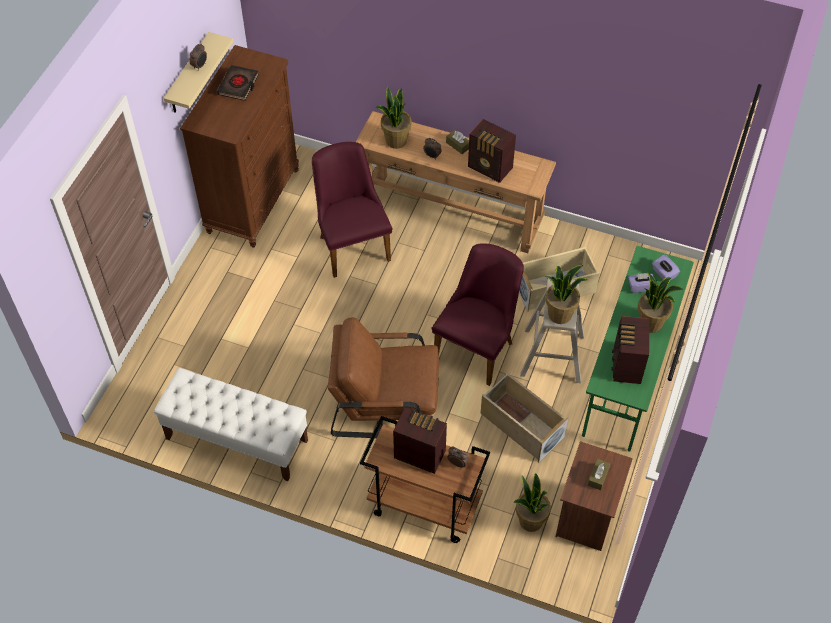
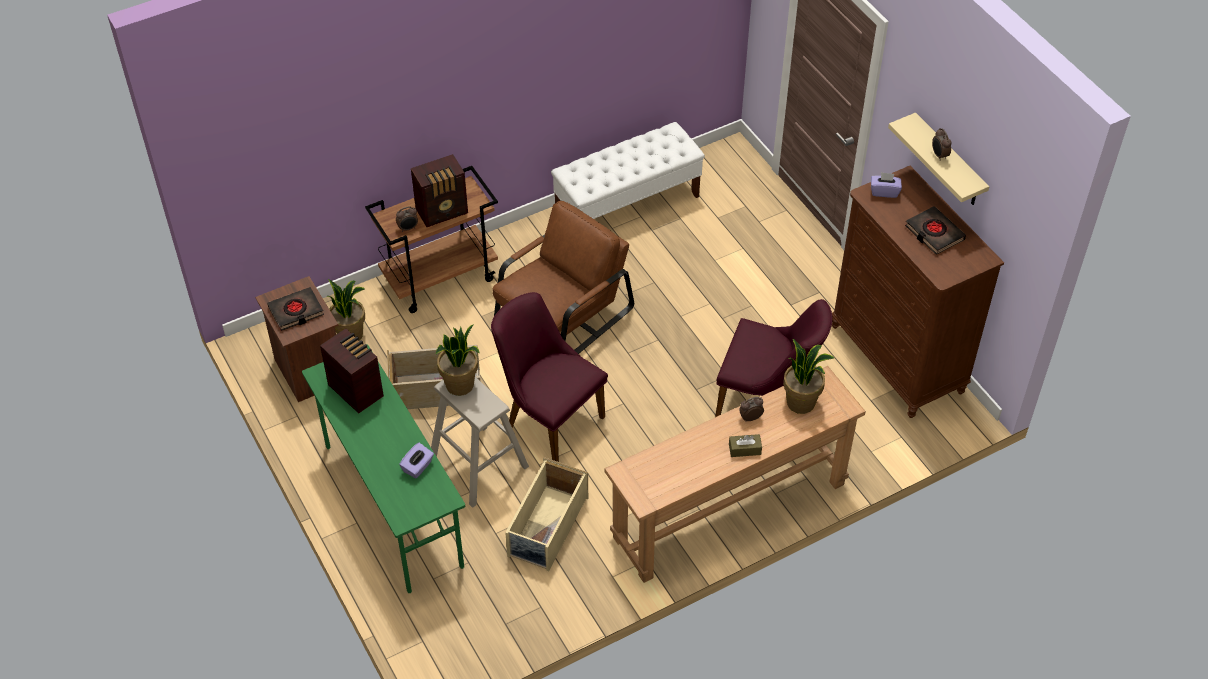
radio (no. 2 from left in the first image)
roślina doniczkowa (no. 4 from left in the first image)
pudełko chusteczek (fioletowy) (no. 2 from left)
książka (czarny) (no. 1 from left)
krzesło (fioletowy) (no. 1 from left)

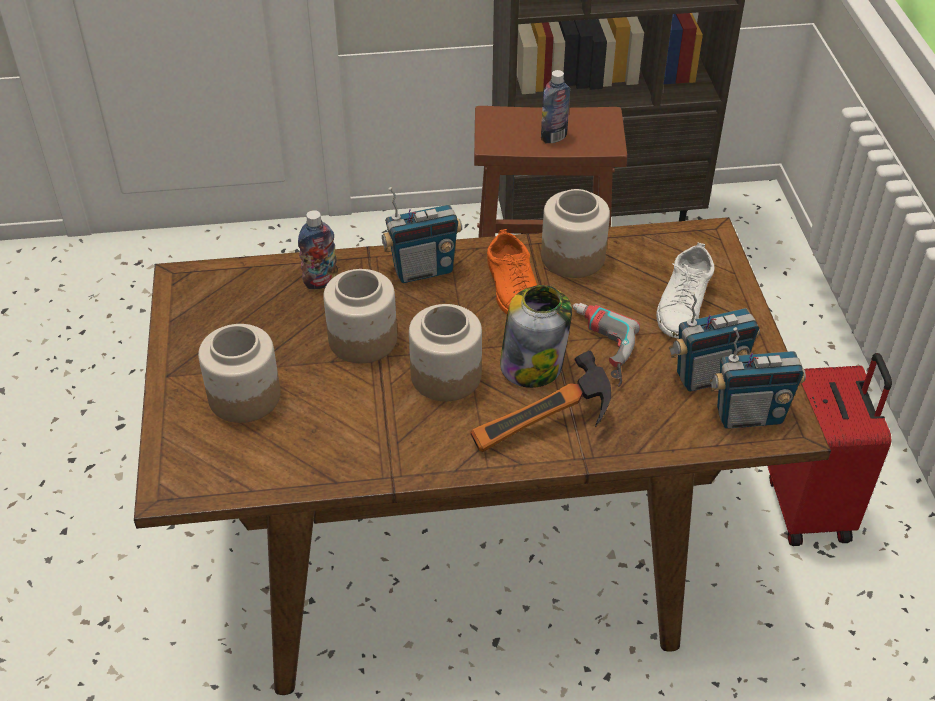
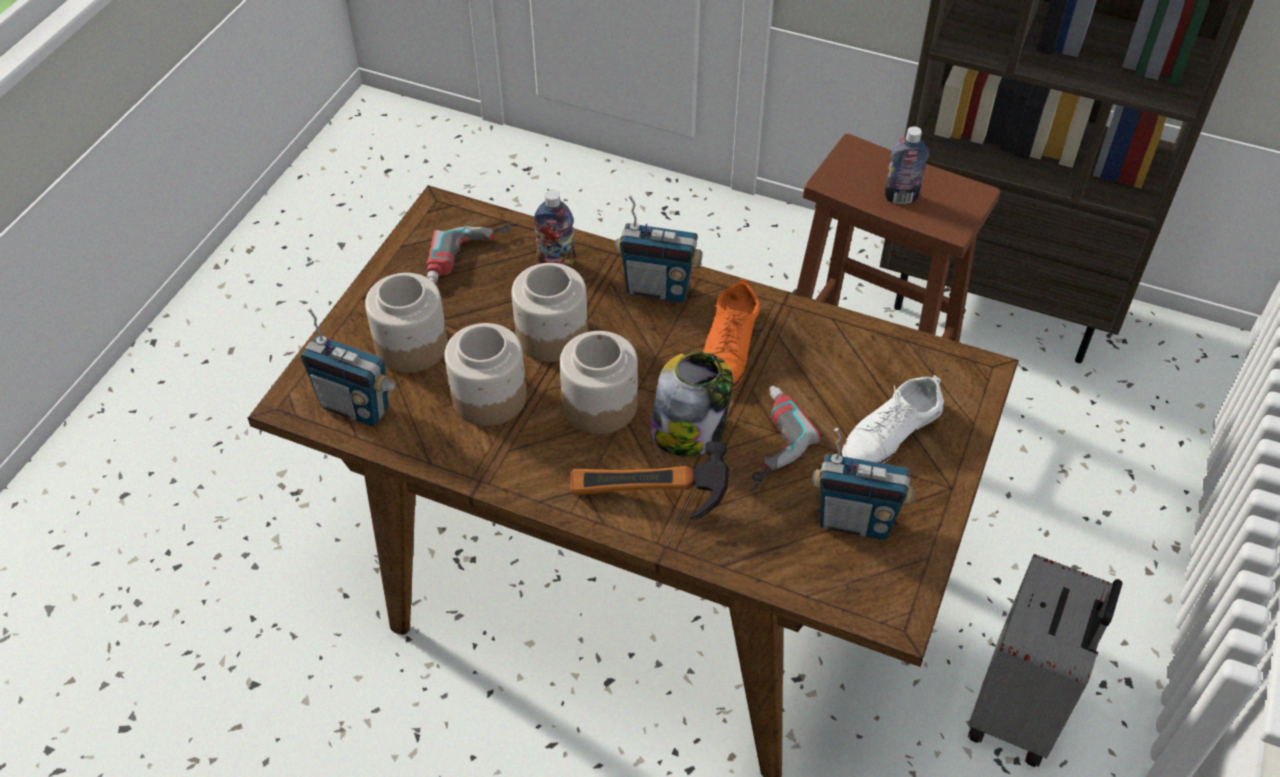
wiertarka (no. 1 from left)
słoik (no. 2 from left)
radio (no. 1 from left)
walizka (szary)

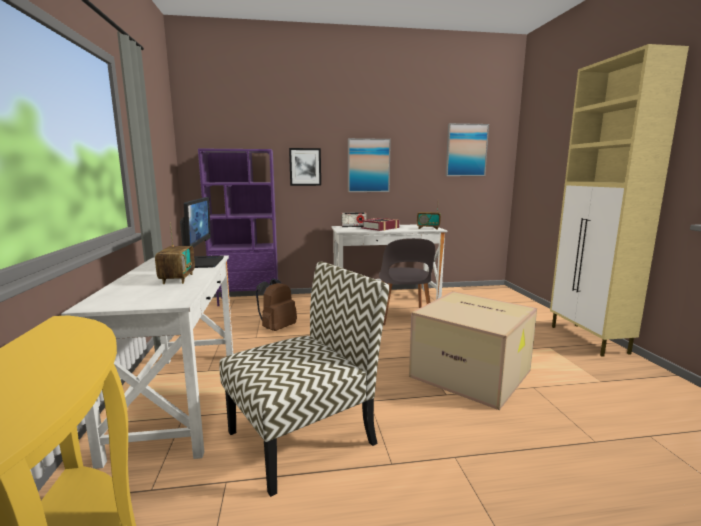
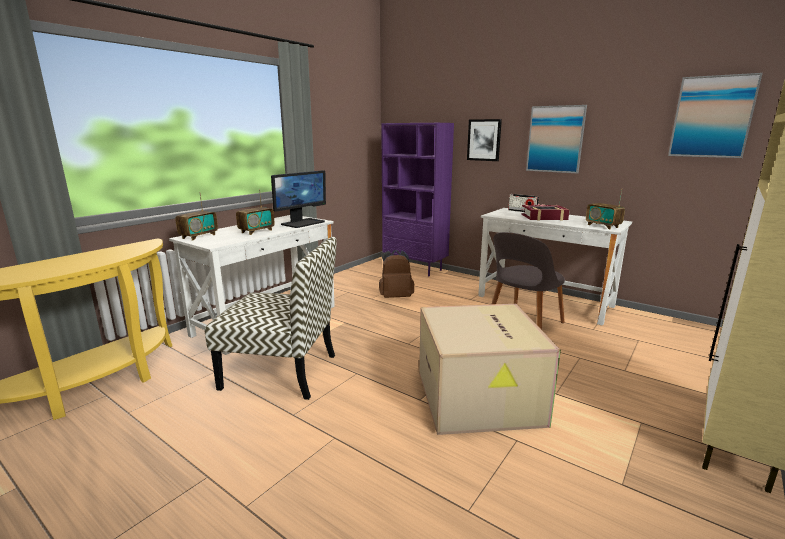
radio (no. 1 from left)

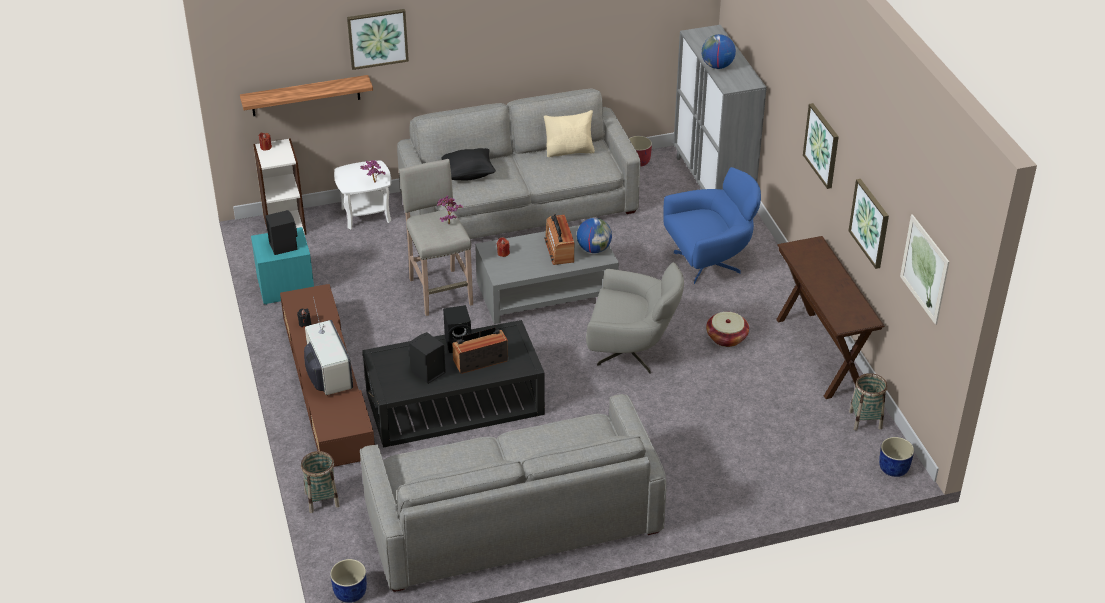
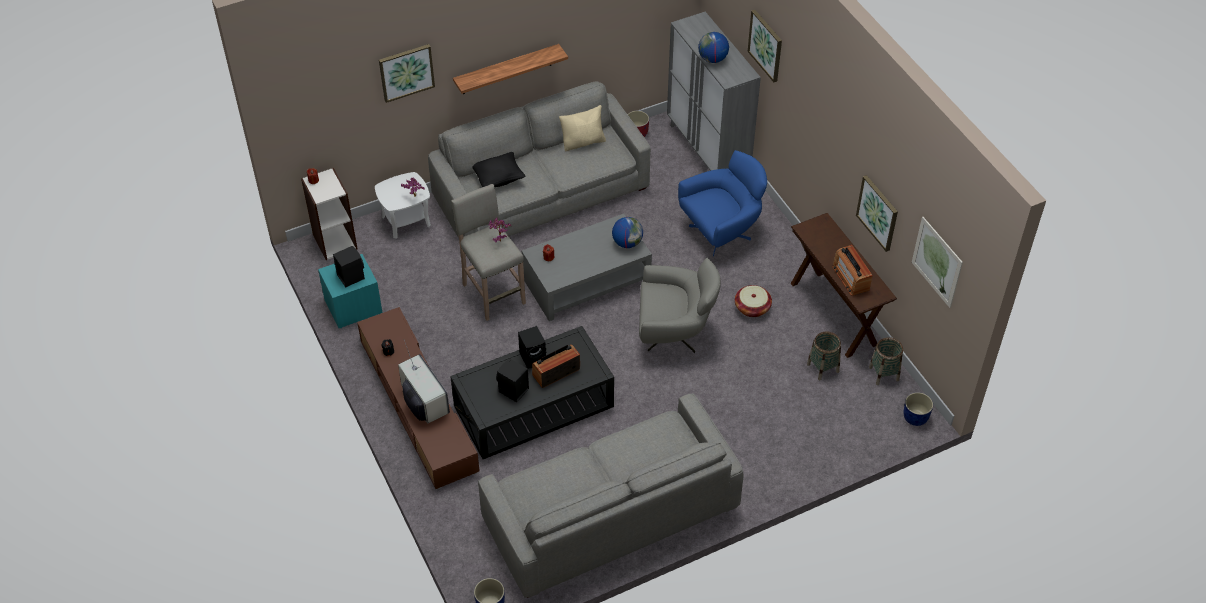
półka
koszyk (no. 2 from left)
radio (no. 2 from left)
obraz (no. 2 from left)

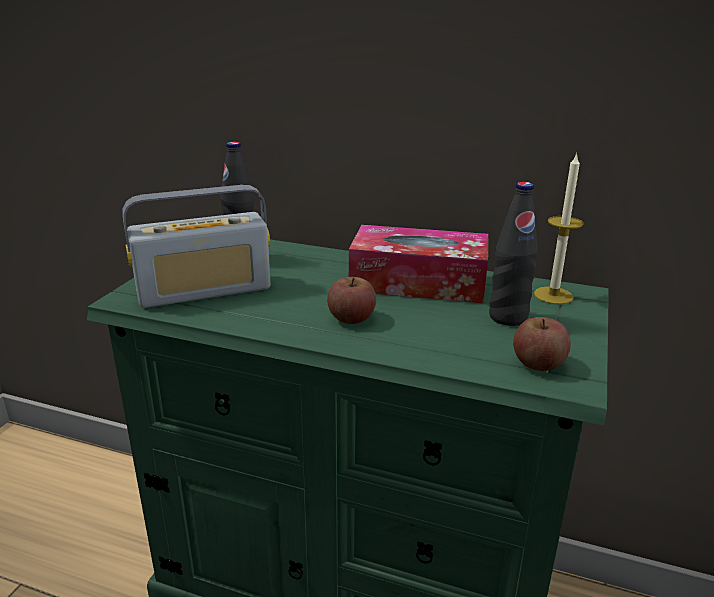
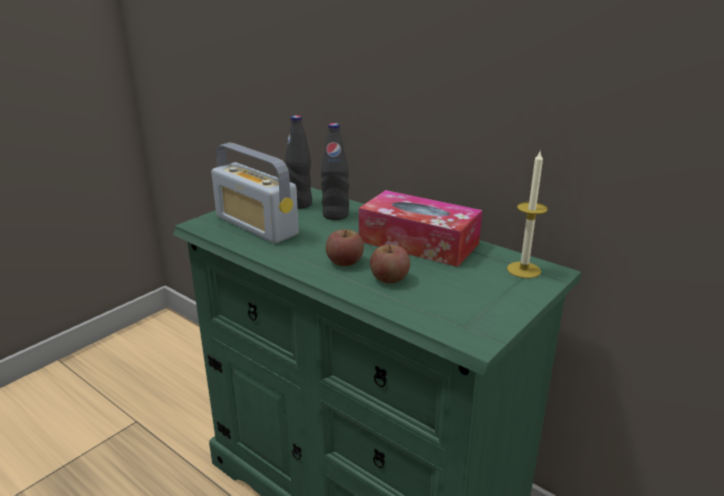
butelka (czarny) (no. 2 from left)
jabłko (no. 2 from left)
radio

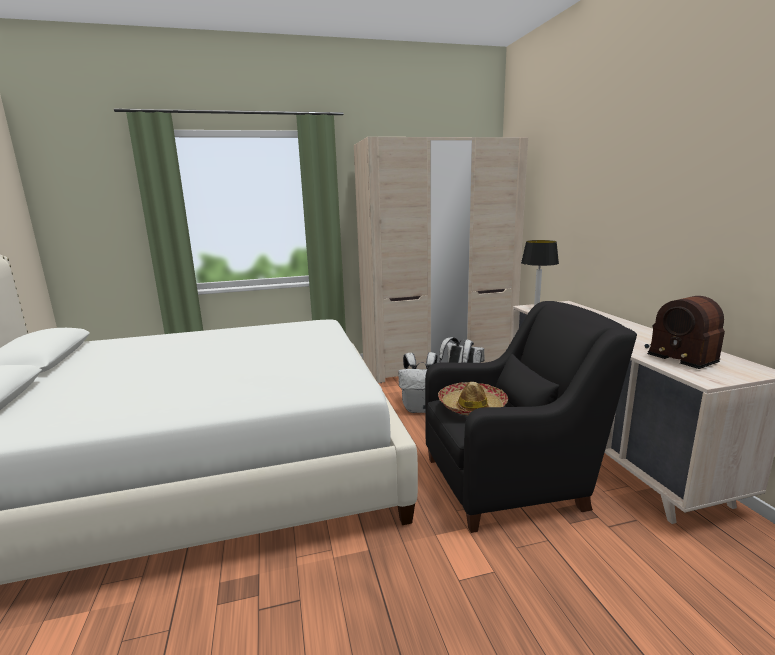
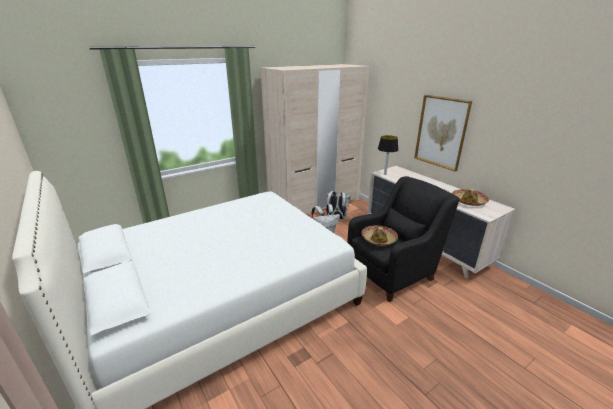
obraz
kapelusz (no. 2 from left)

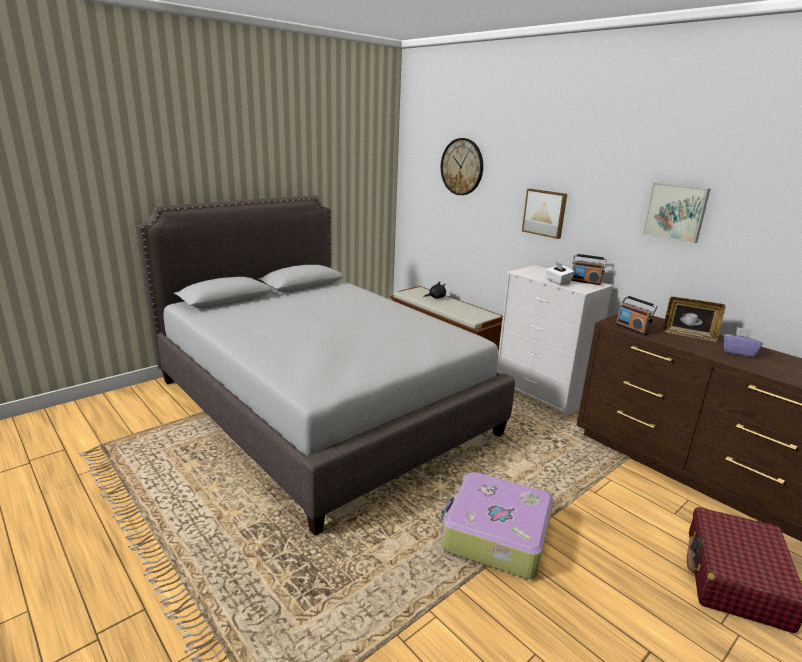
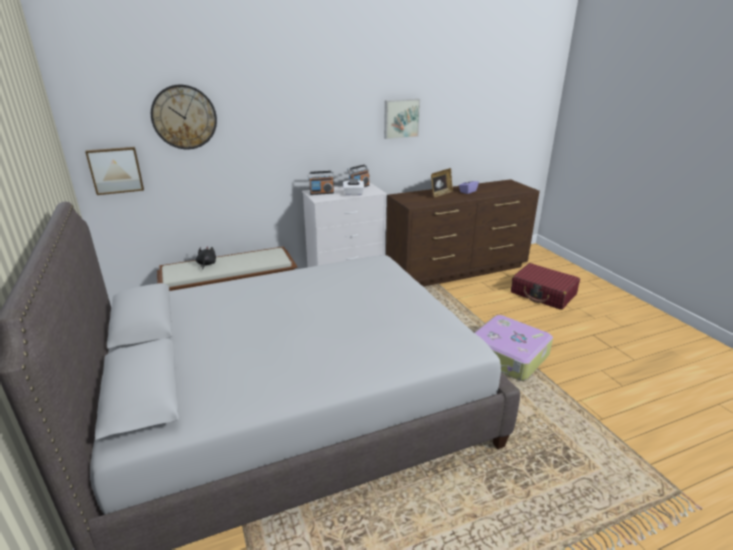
obraz (no. 1 from left)
radio (no. 1 from left)

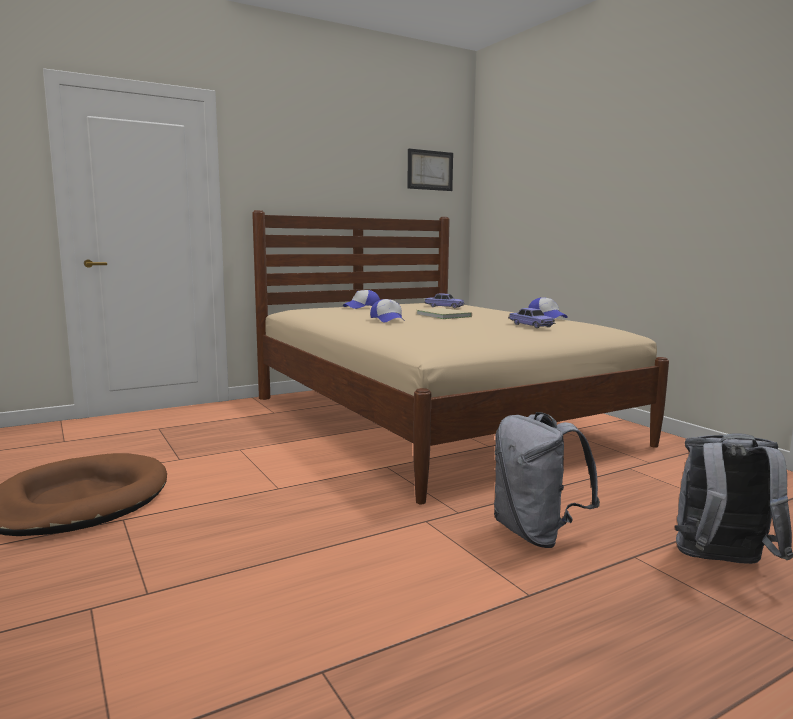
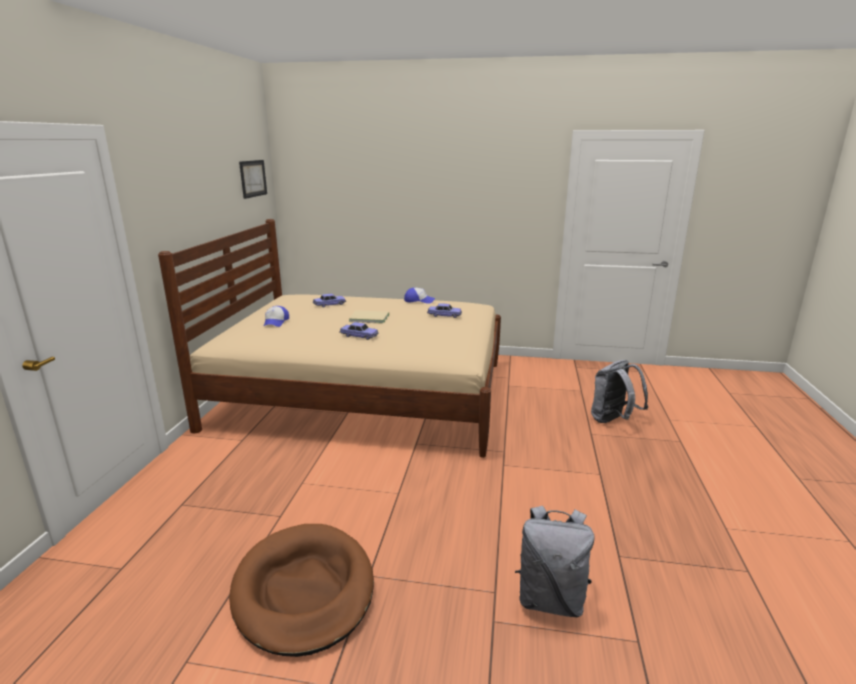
plecak (szary) (no. 1 from left)
samochodzik (no. 2 from left)

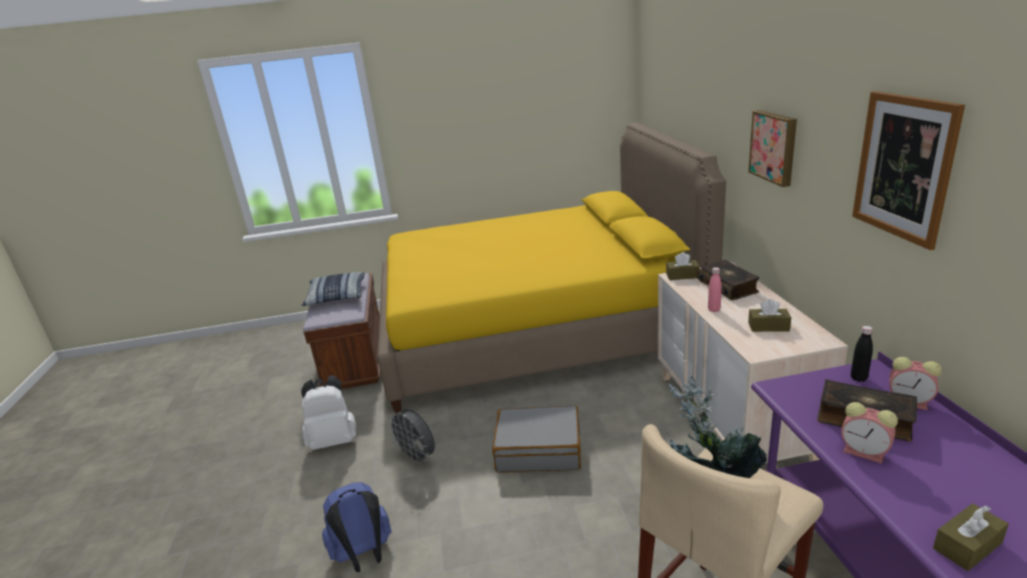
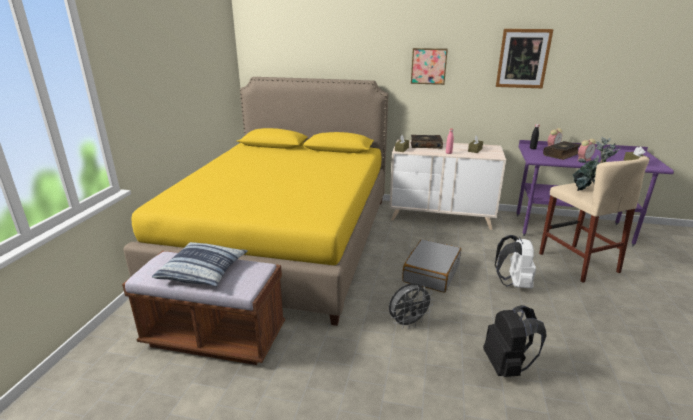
plecak (biały)
plecak (czarny)

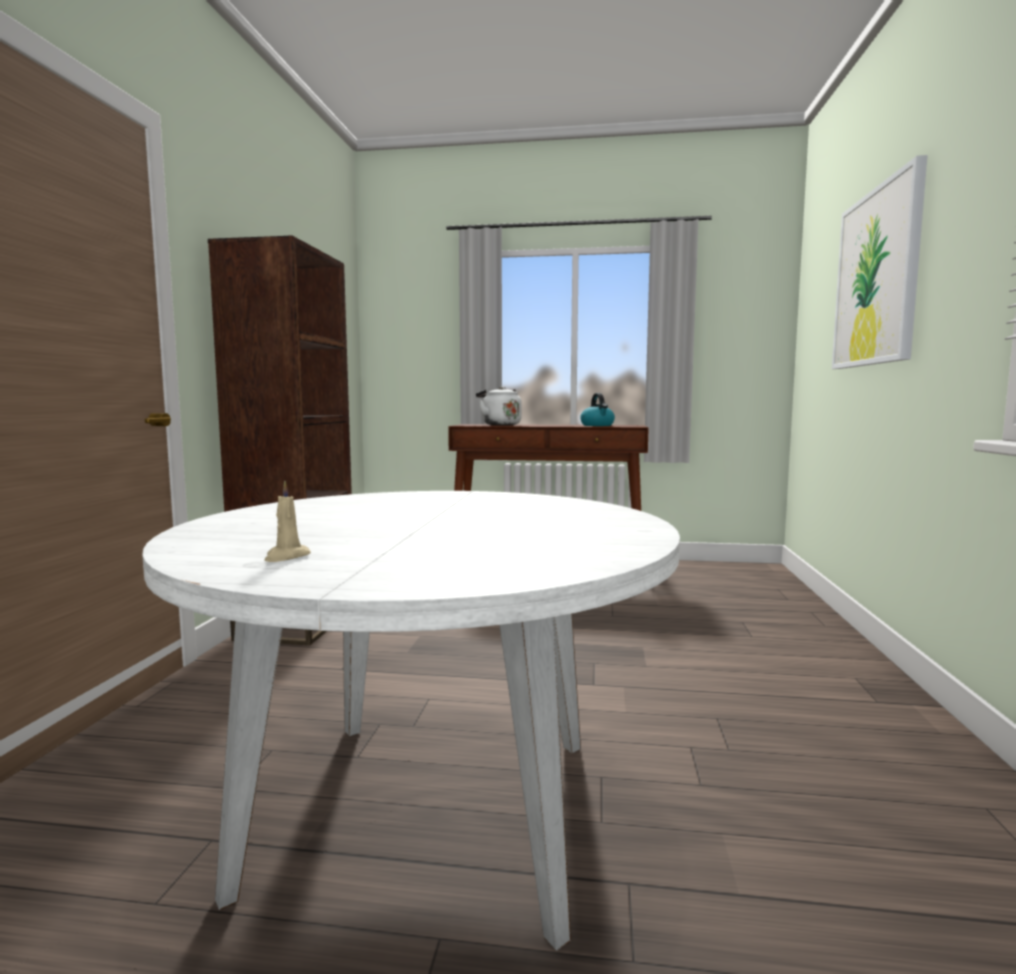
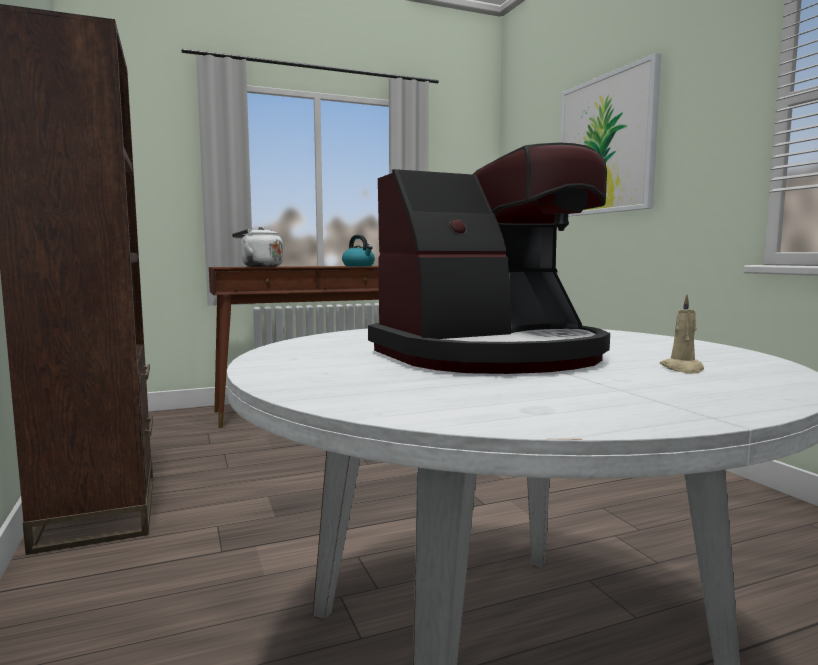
ekspres do kawy
świeca (beżowy)

